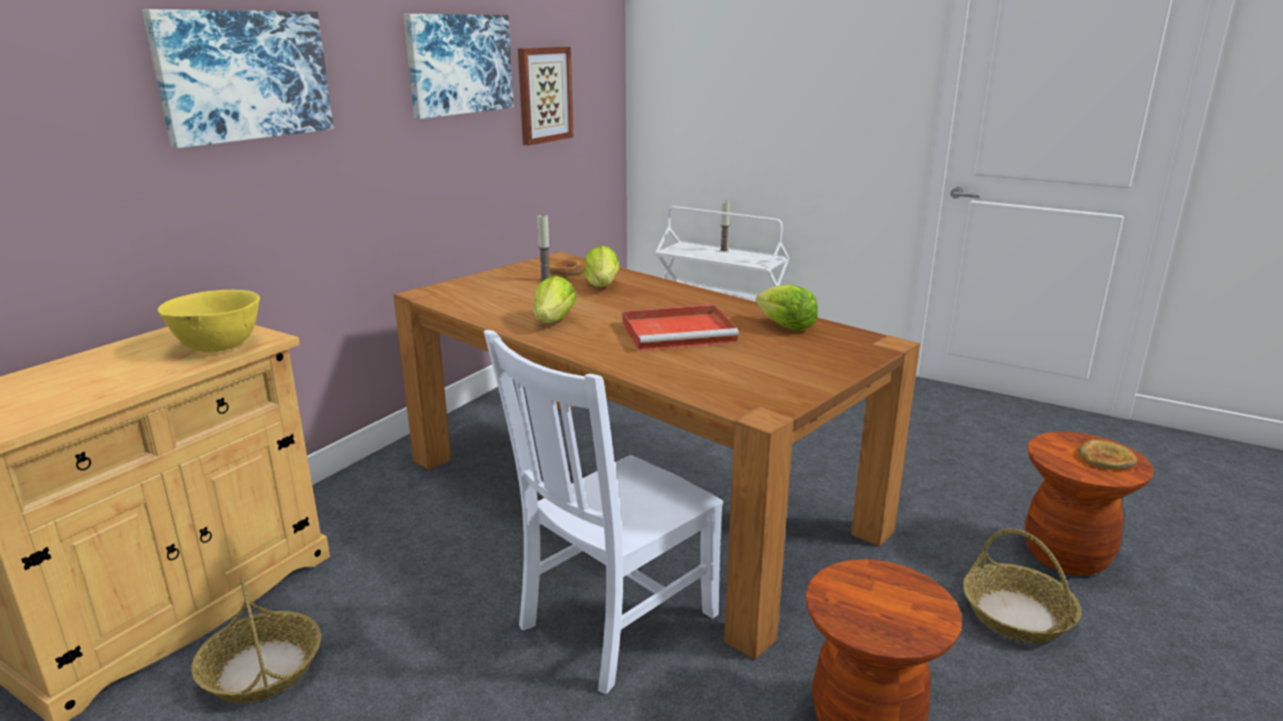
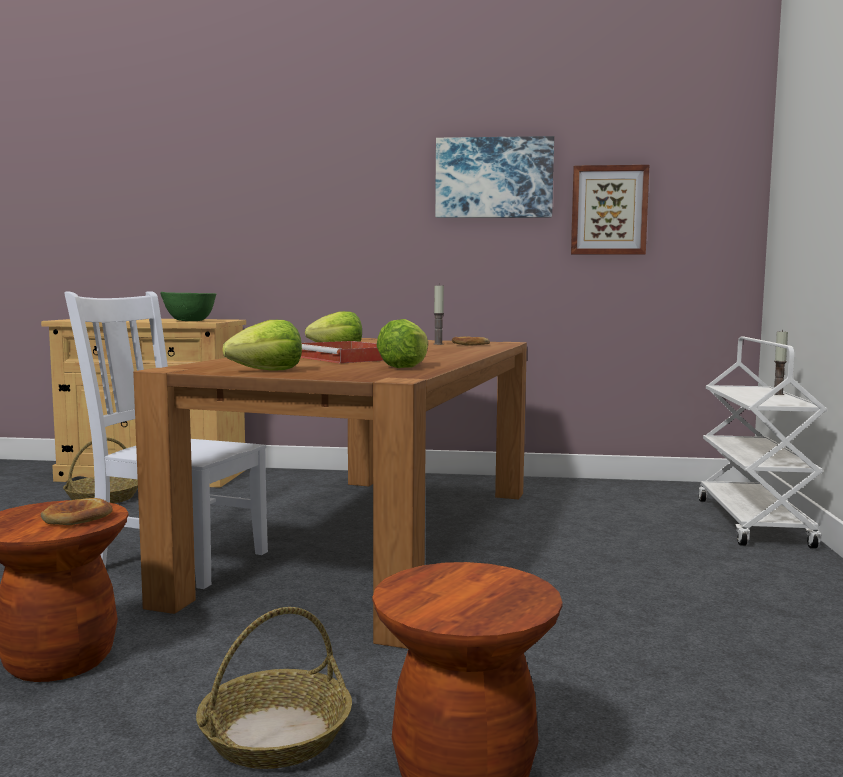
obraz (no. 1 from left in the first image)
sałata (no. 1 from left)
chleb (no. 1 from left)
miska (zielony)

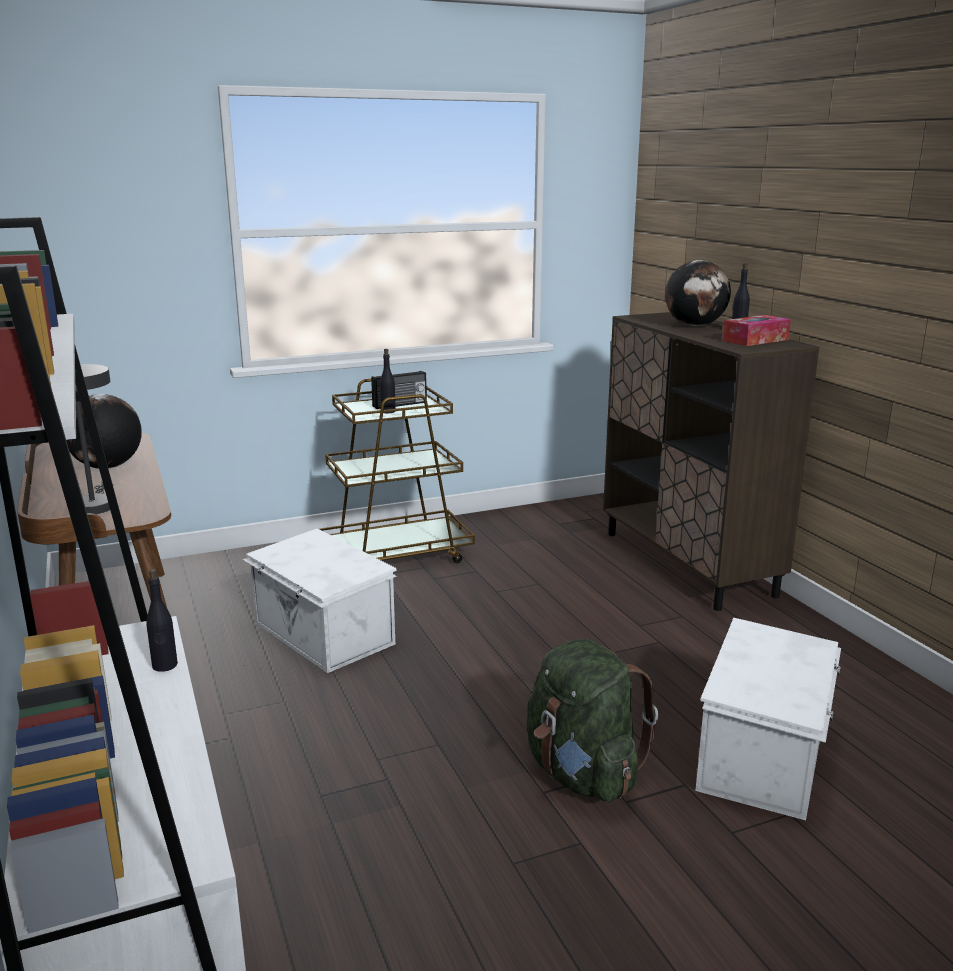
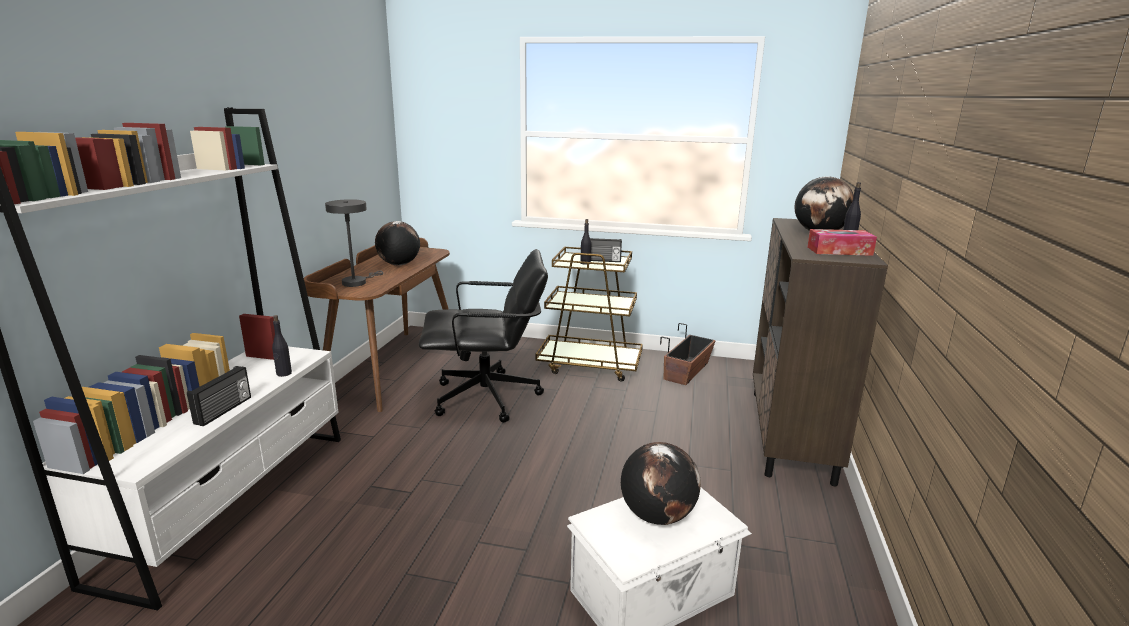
plecak (zielony)
radio (no. 1 from left)
globus (no. 2 from left)
donica
krzesło biurowe (czarny)

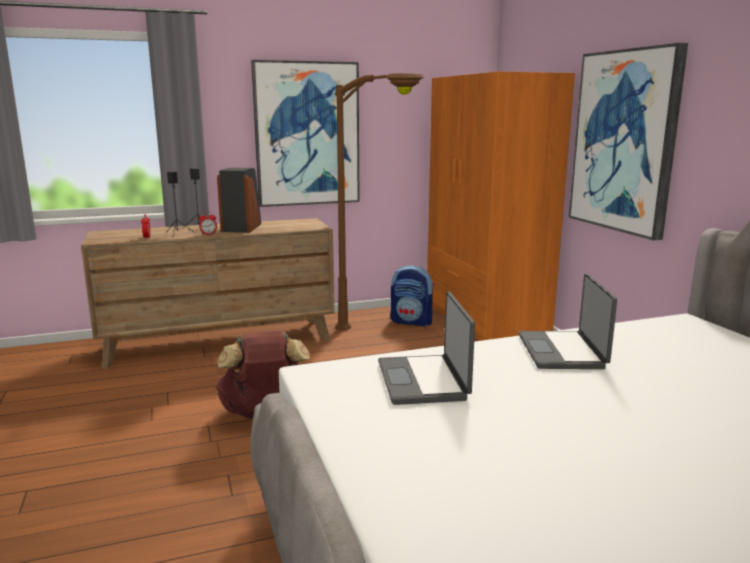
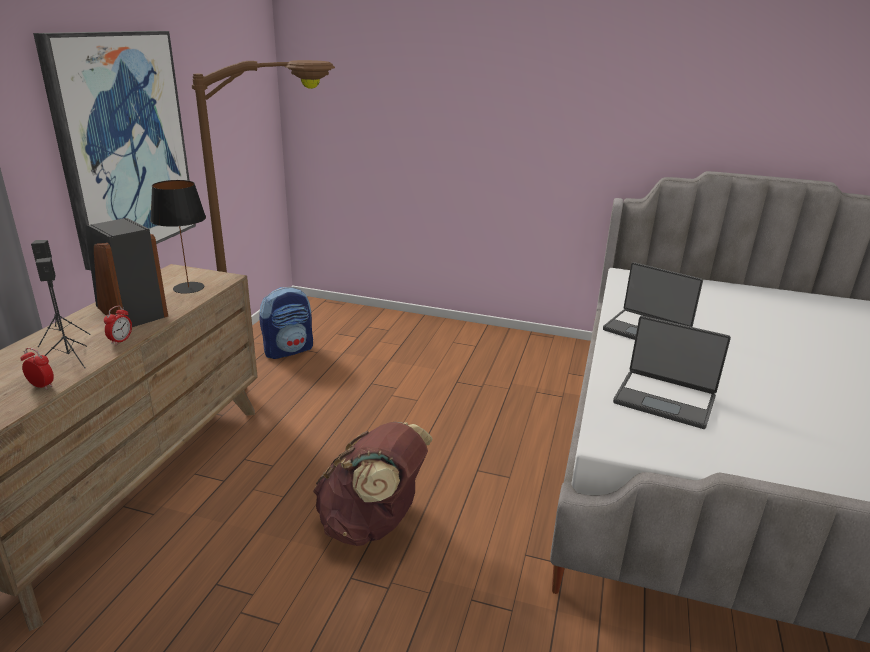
szafa (pomarańczowy)
obraz (no. 2 from left in the first image)
lampa stołowa (czarny)

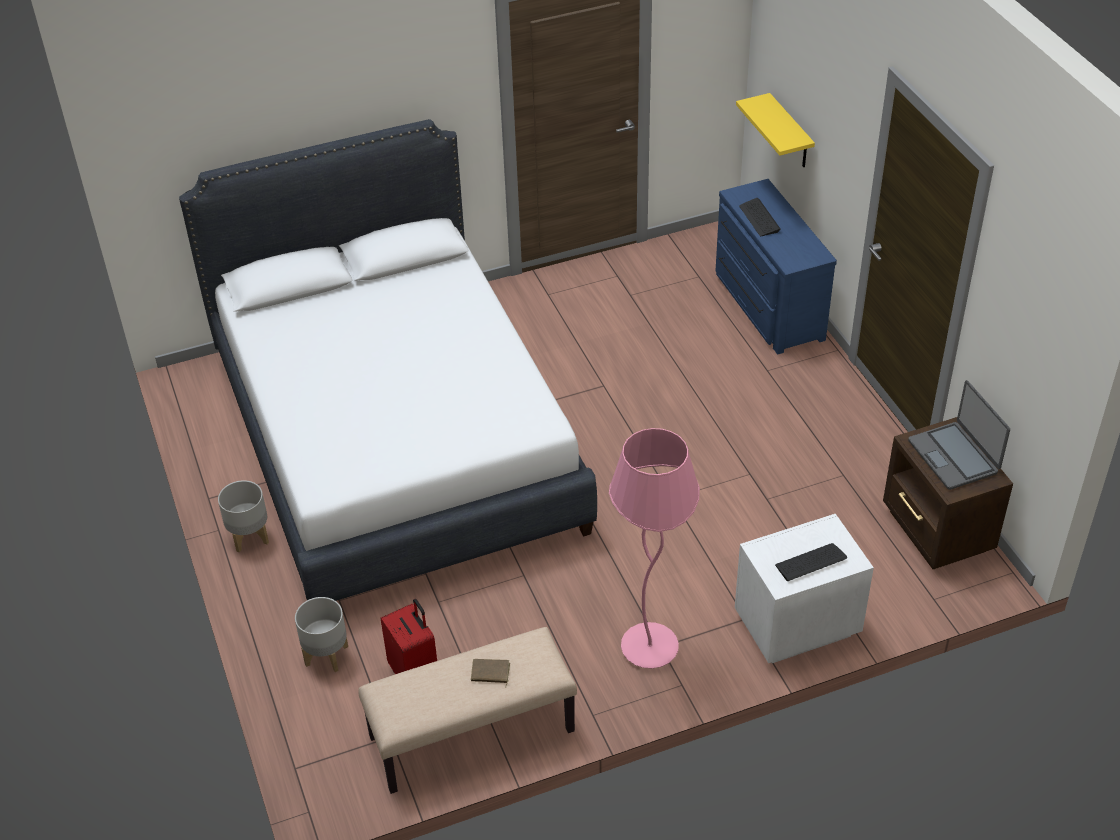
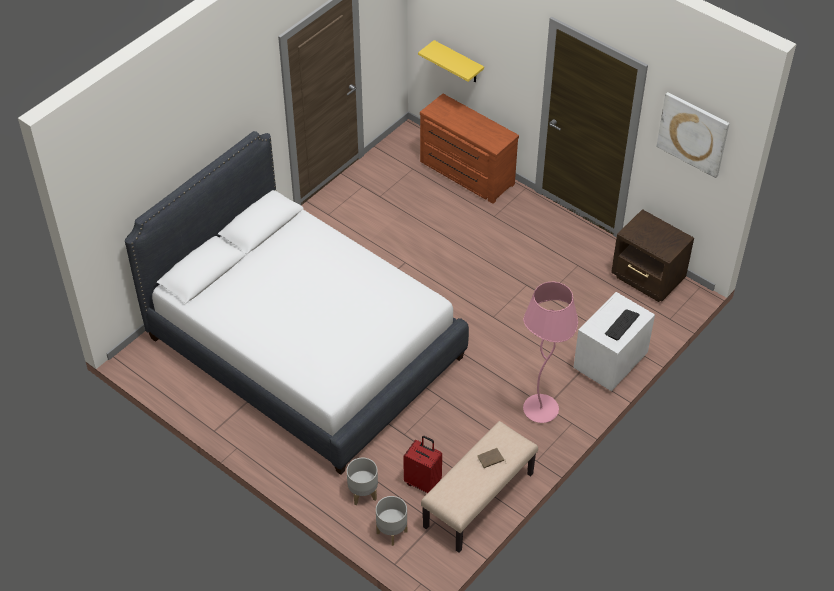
klawiatura (no. 1 from left in the first image)
laptop
obraz
donica (szary) (no. 2 from left)
komoda (brązowy)

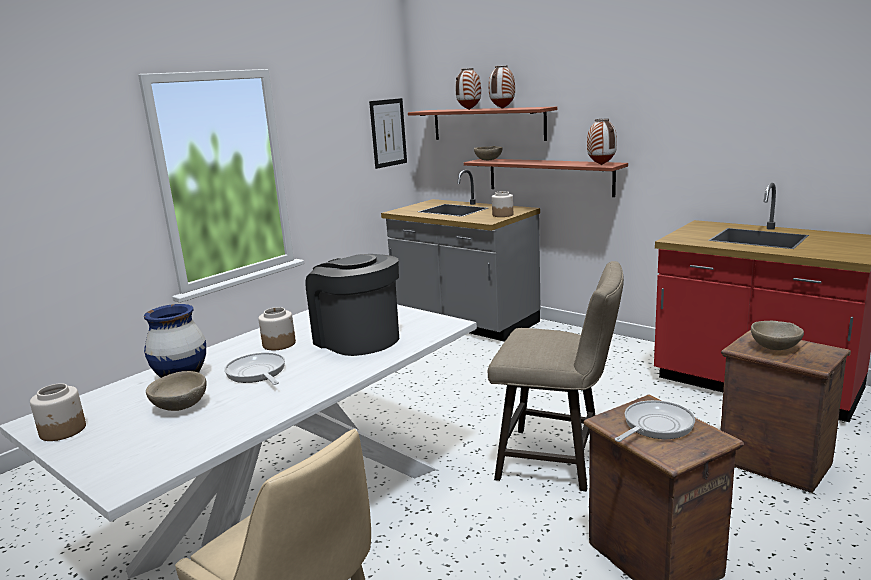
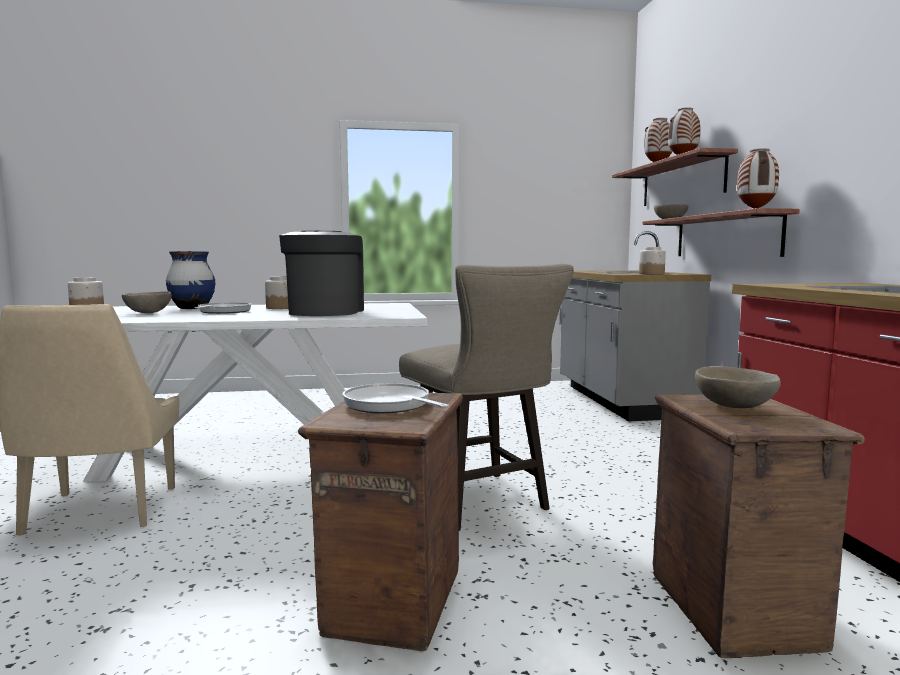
obraz
patelnia (no. 2 from left)

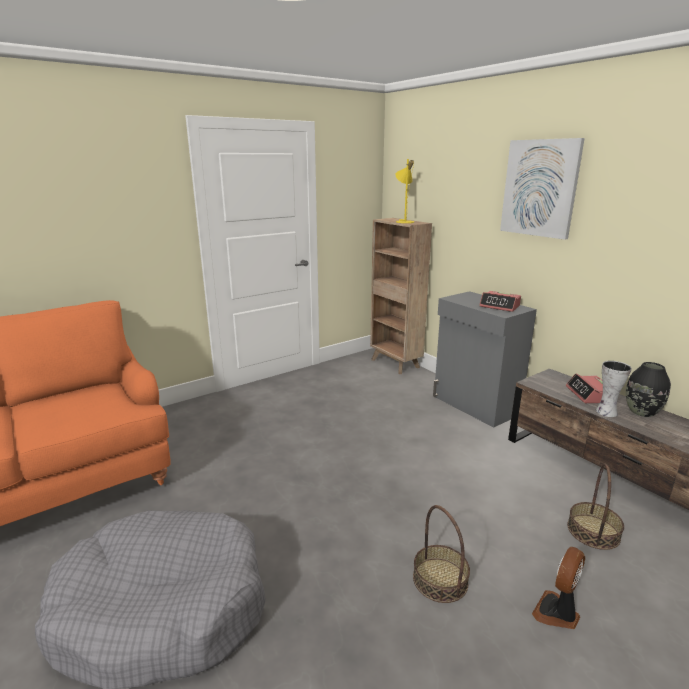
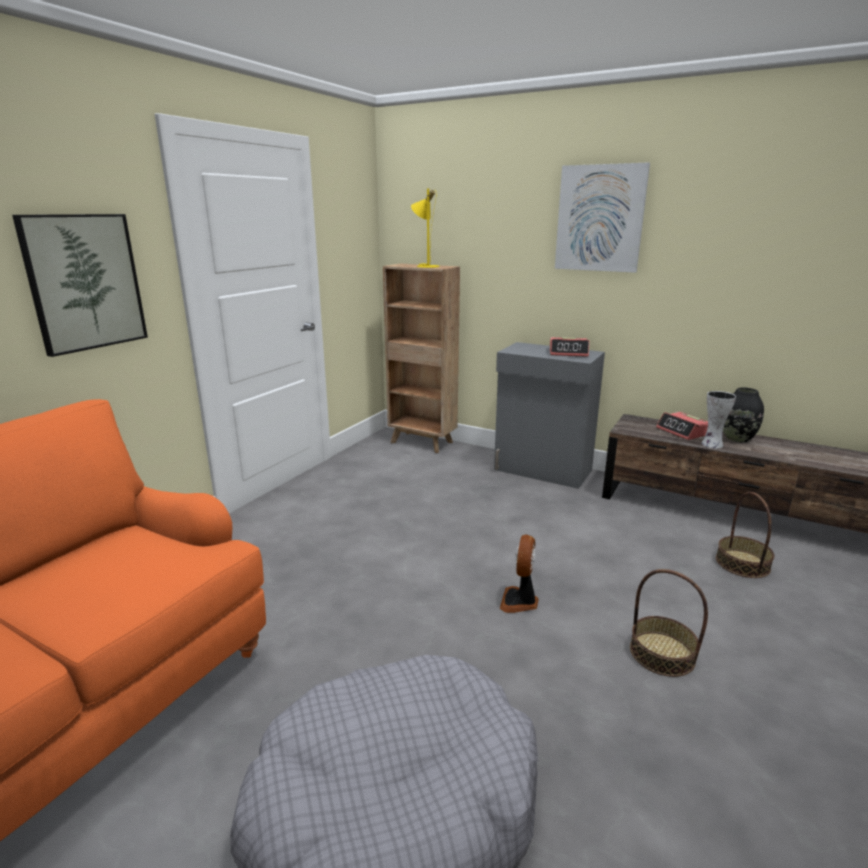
obraz (no. 1 from left)
wentylator

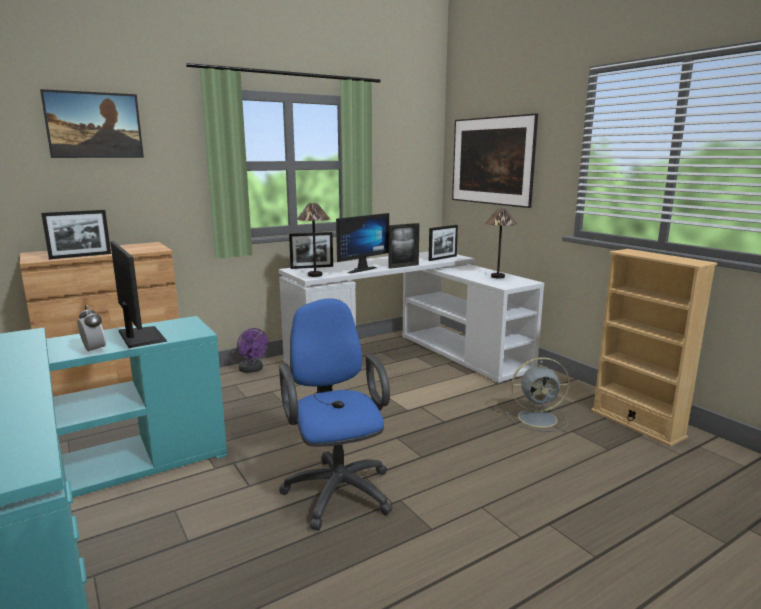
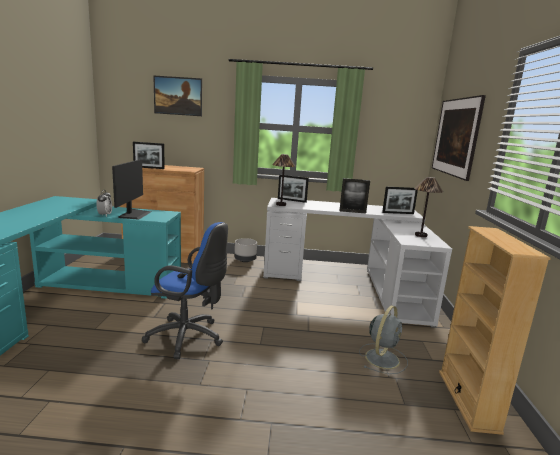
monitor (no. 2 from left in the first image)
donica (szary)
krzesło biurowe (niebieski)
wentylator (szary)

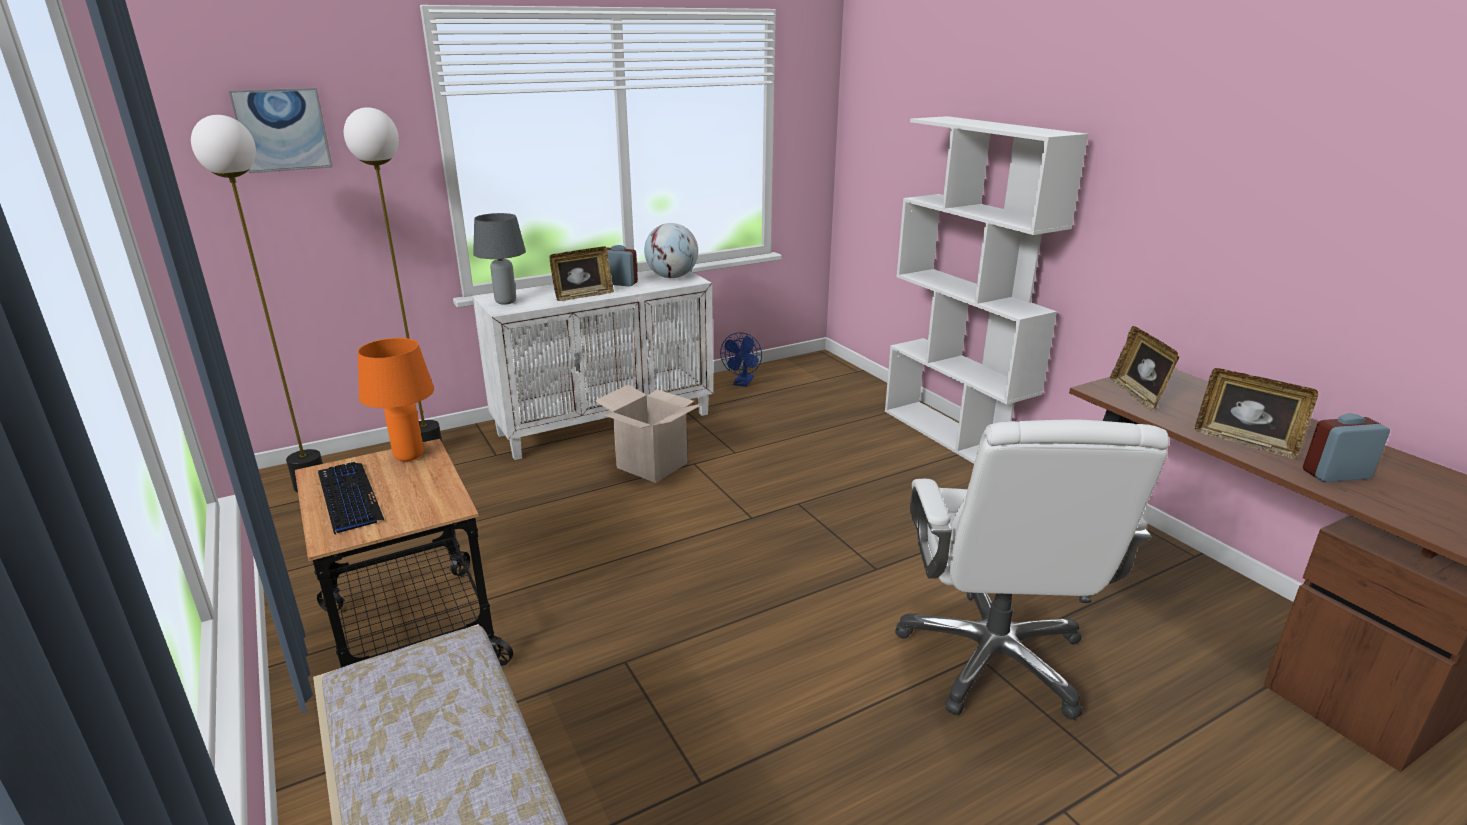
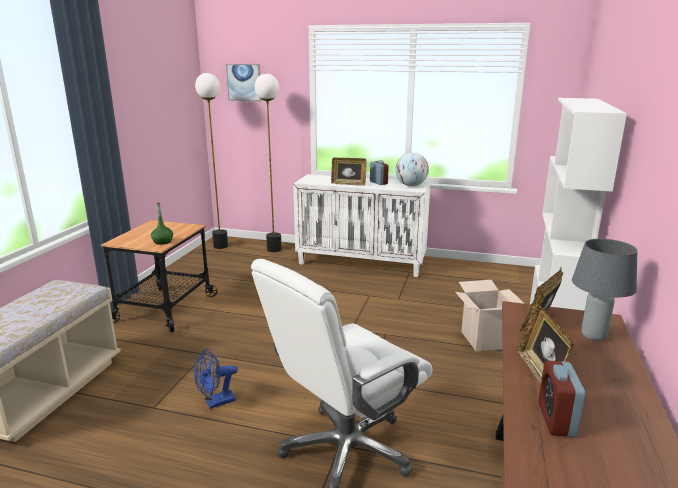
klawiatura
lampa stołowa (pomarańczowy)
butelka (zielony)
lampa stołowa (szary)
karton
wentylator (niebieski)
budzik (no. 2 from left)

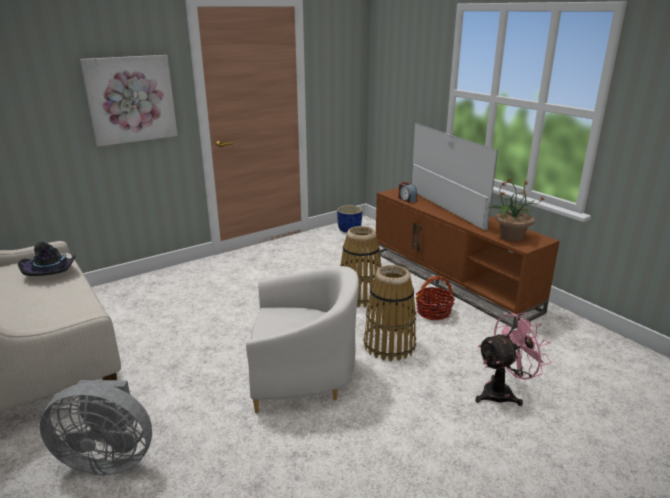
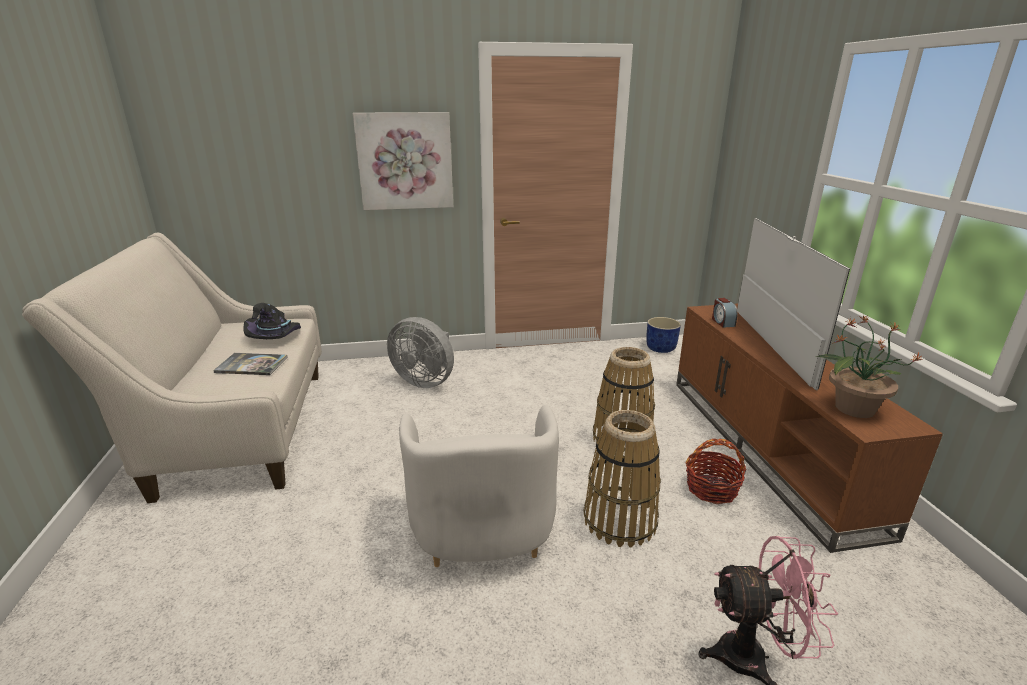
książka
wentylator (szary)
fotel (biały)

